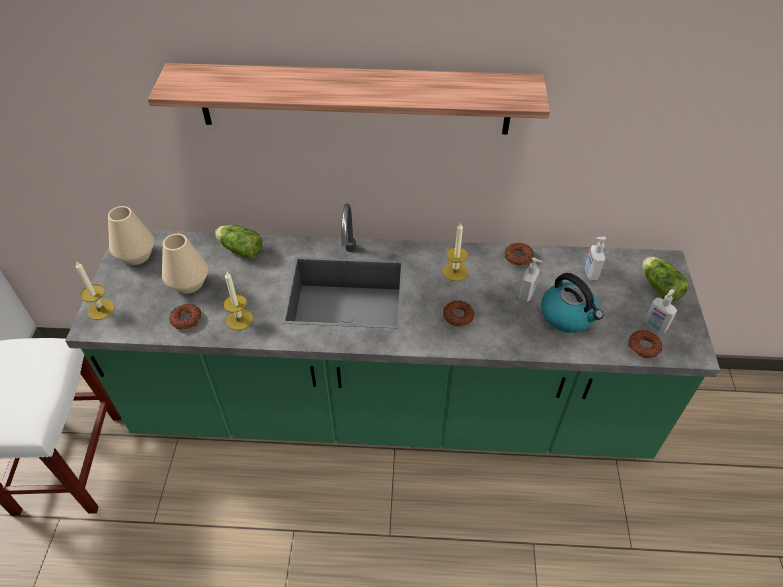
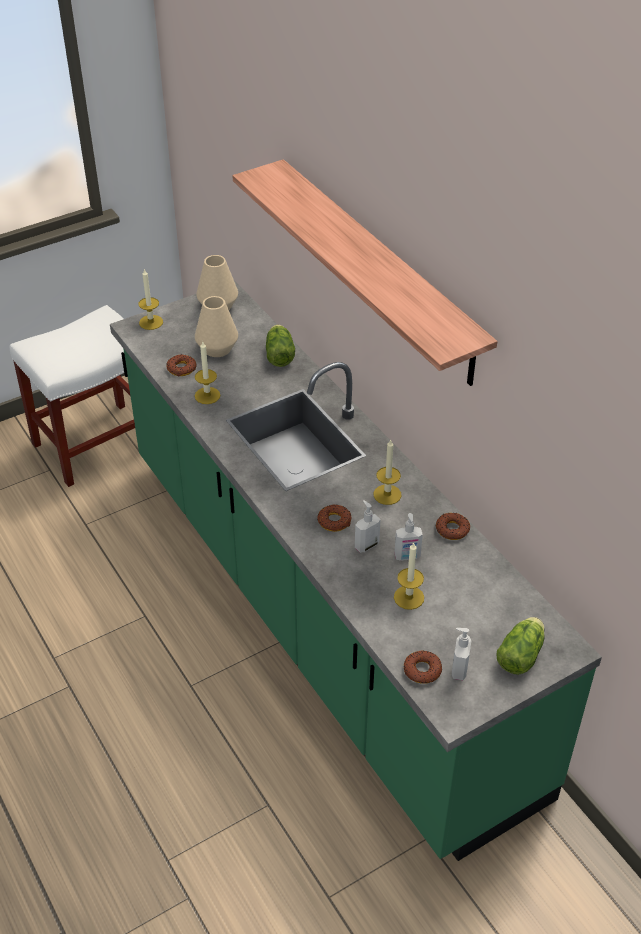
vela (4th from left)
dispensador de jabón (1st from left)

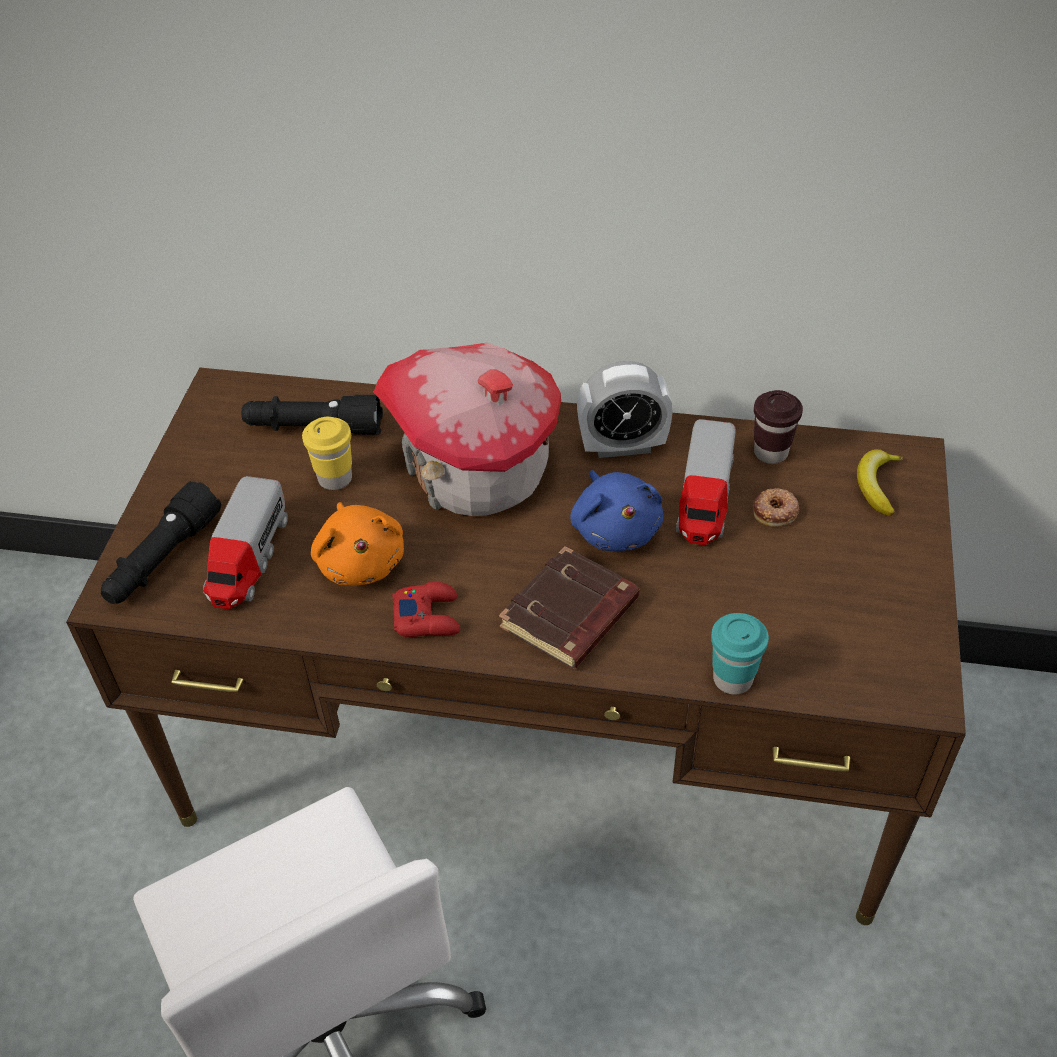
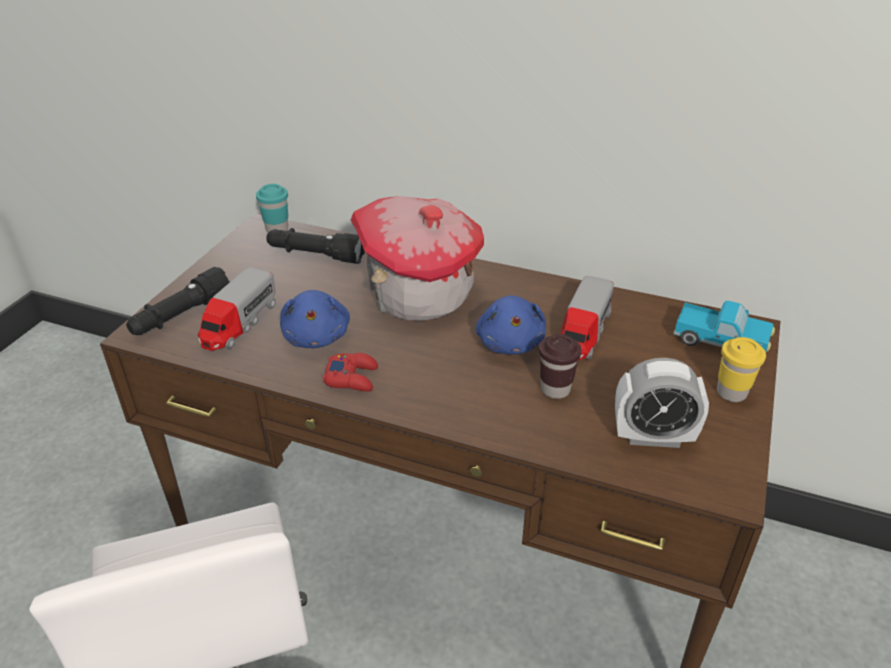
taza [amarillo]
peluche [azul] (1st from left)
libro [marrón]
despertador
taza [turquesa]
rosquilla
taza [marrón]
camión de juguete (3rd from left)

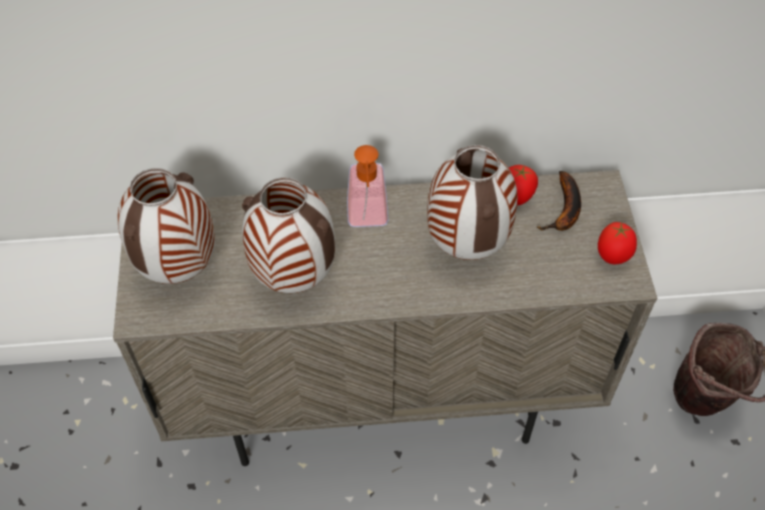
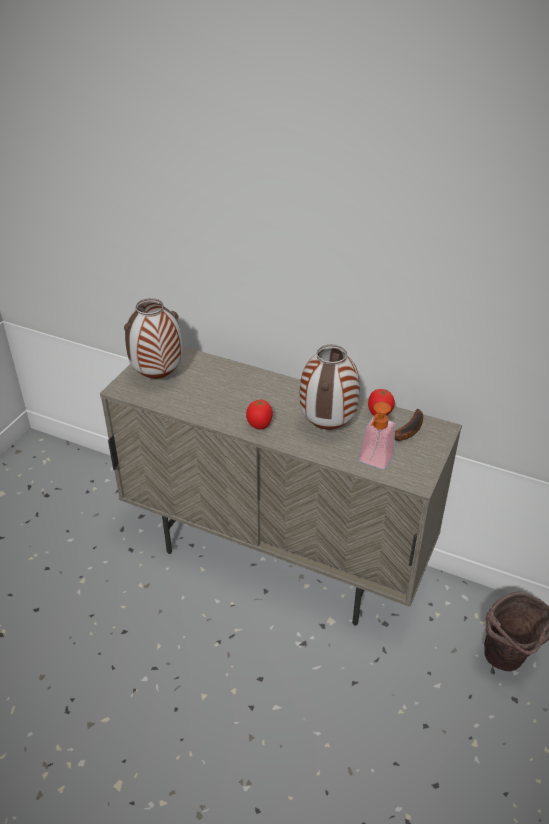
florero (2nd from left in the first image)
dispensador de jabón
tomate (1st from left)

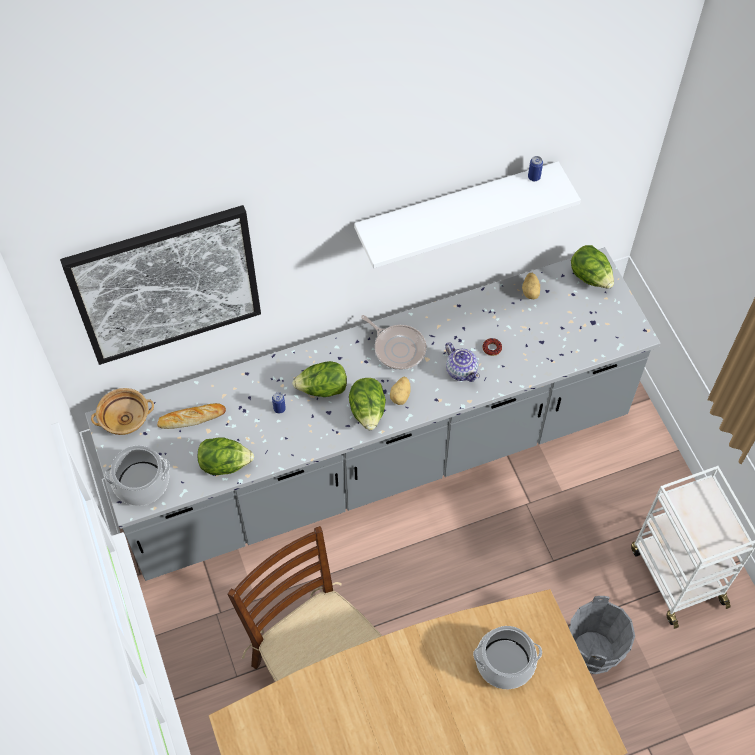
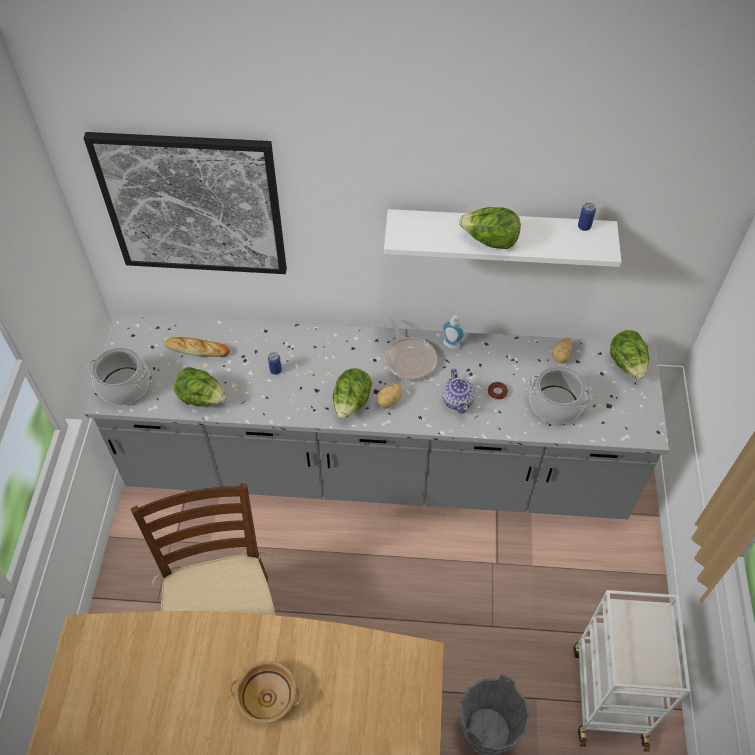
cuenco [beis]
lechuga (3rd from left)
olla (2nd from left)
dispensador de jabón

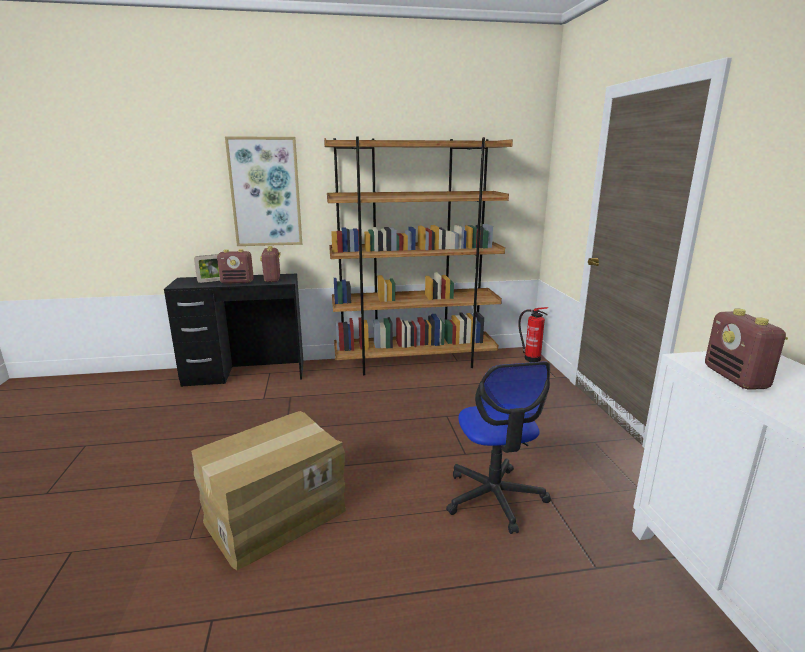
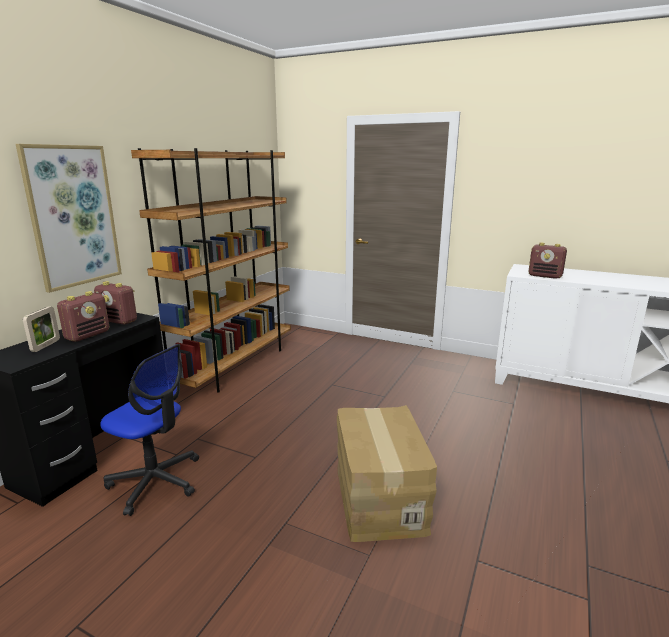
silla de oficina
extintor

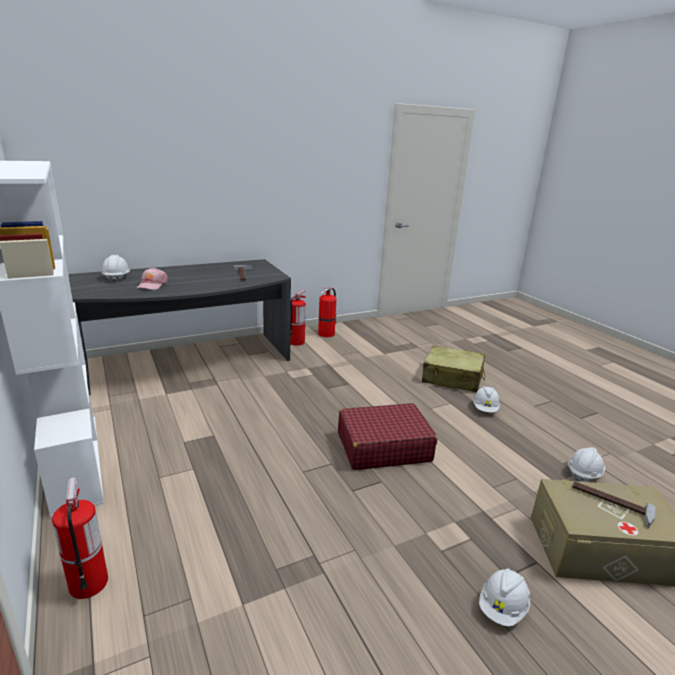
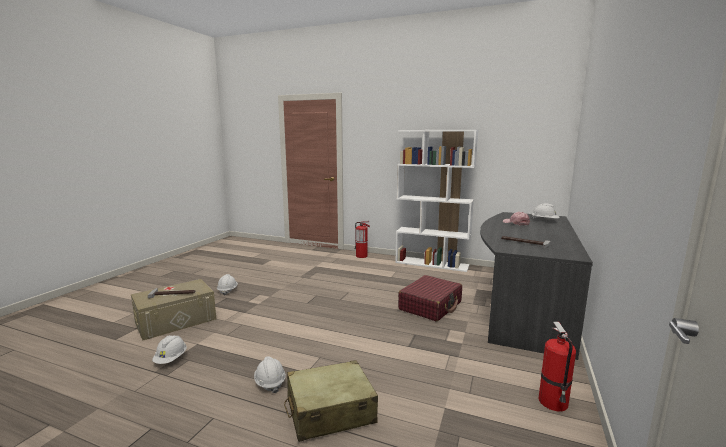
extintor (2nd from left in the first image)
maleta [rojo]

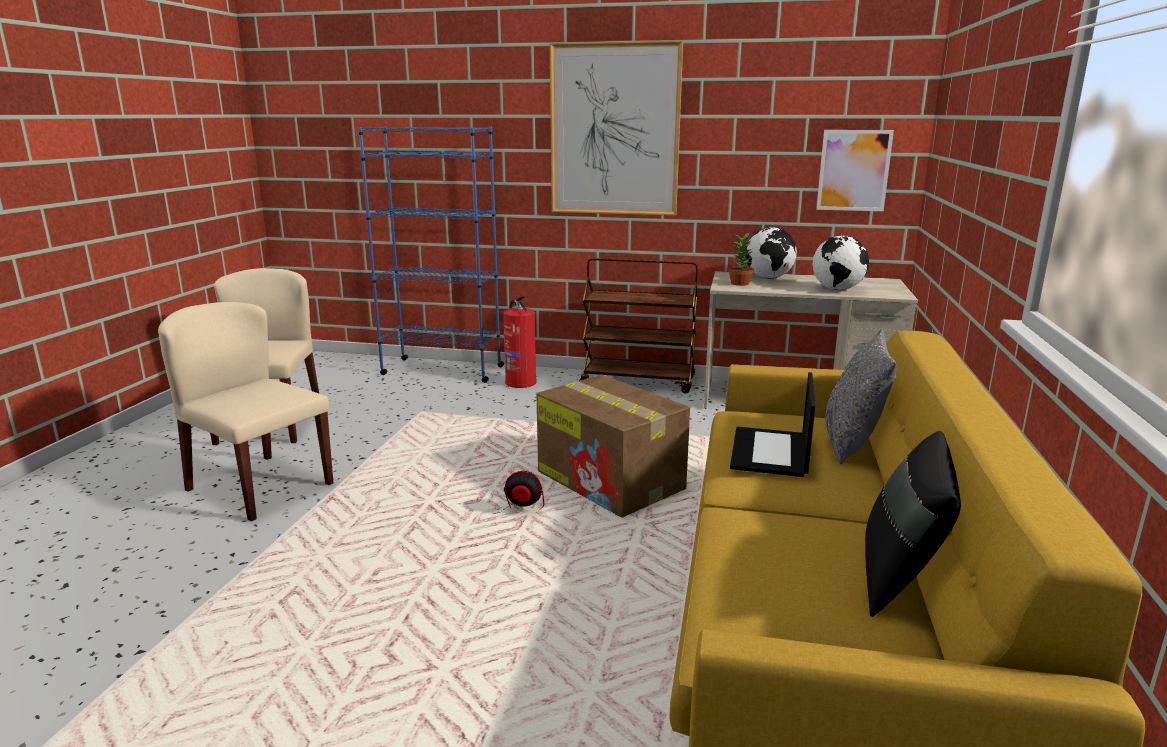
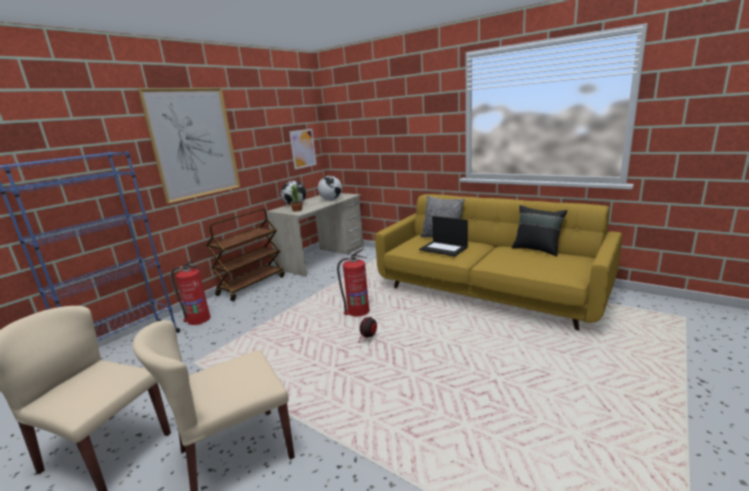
extintor (2nd from left)

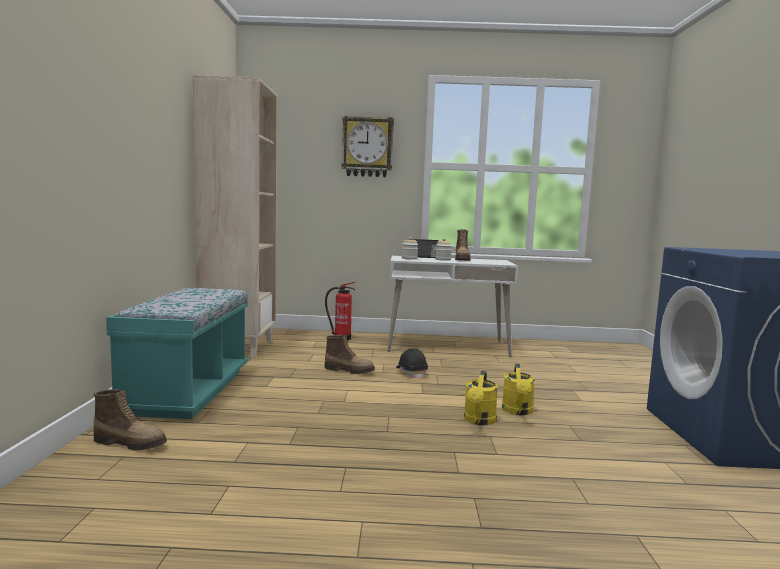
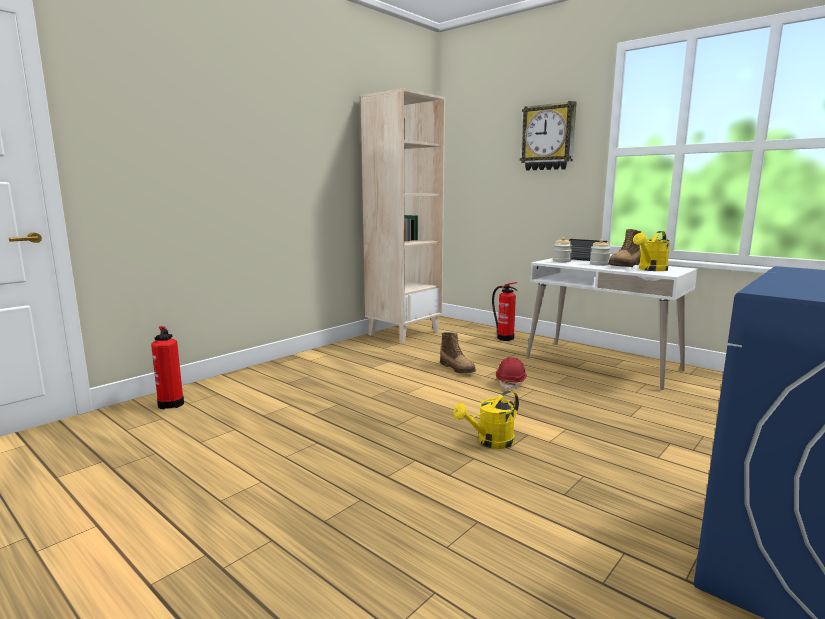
bota (1st from left in the first image)
banco [turquesa]
casco [rojo]
regadera [amarillo] (2nd from left)
extintor (1st from left)

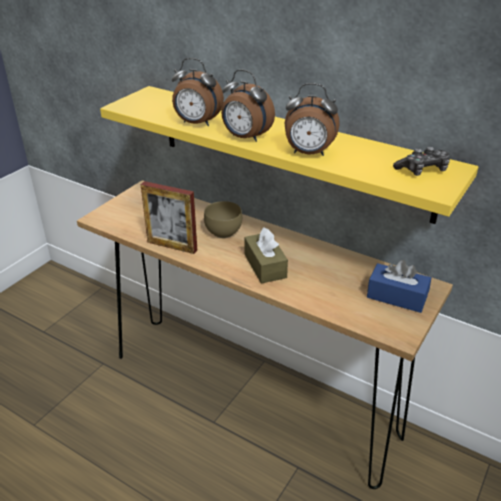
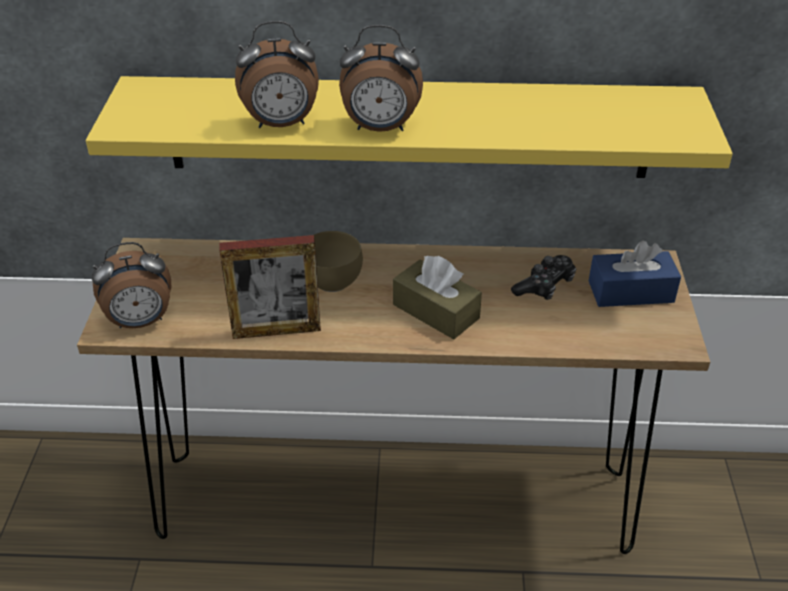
despertador (1st from left)
mando de consola

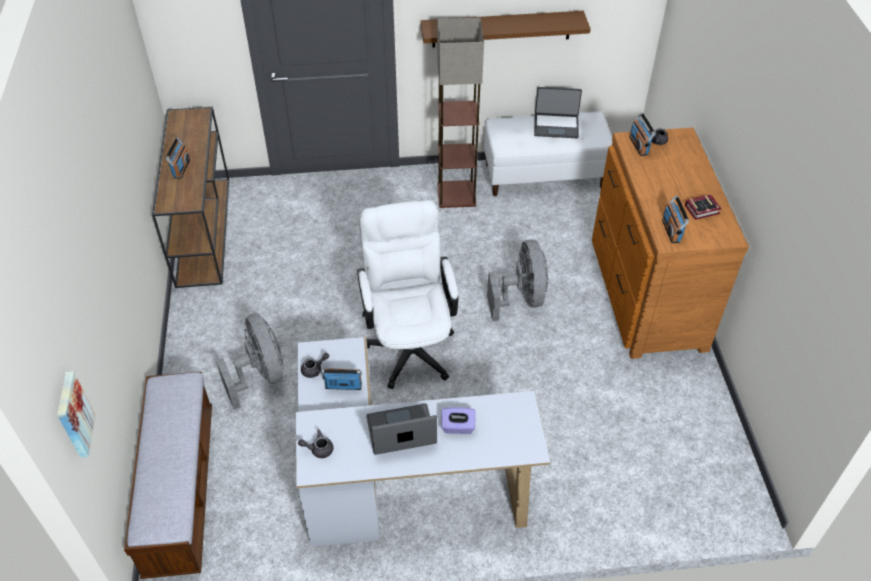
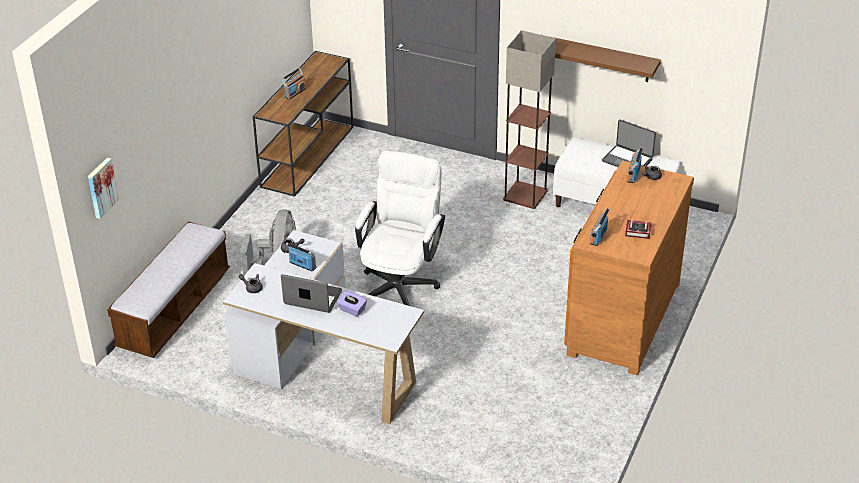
ventilador [gris] (2nd from left in the first image)

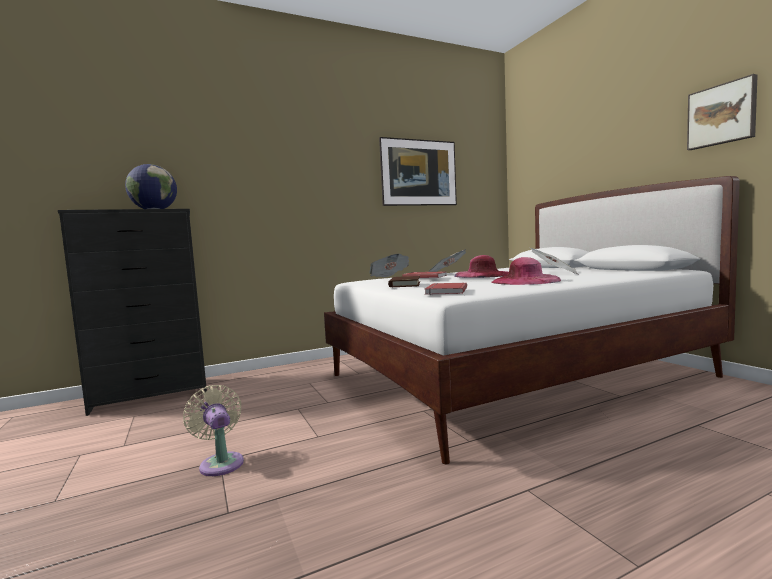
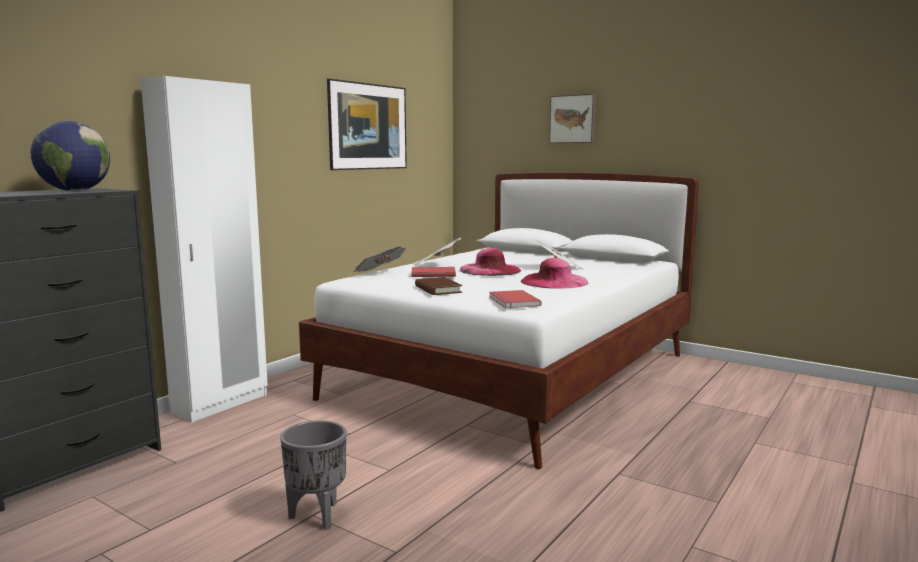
maceta [gris]
cuadro (2nd from left)
armario ropero [blanco]

